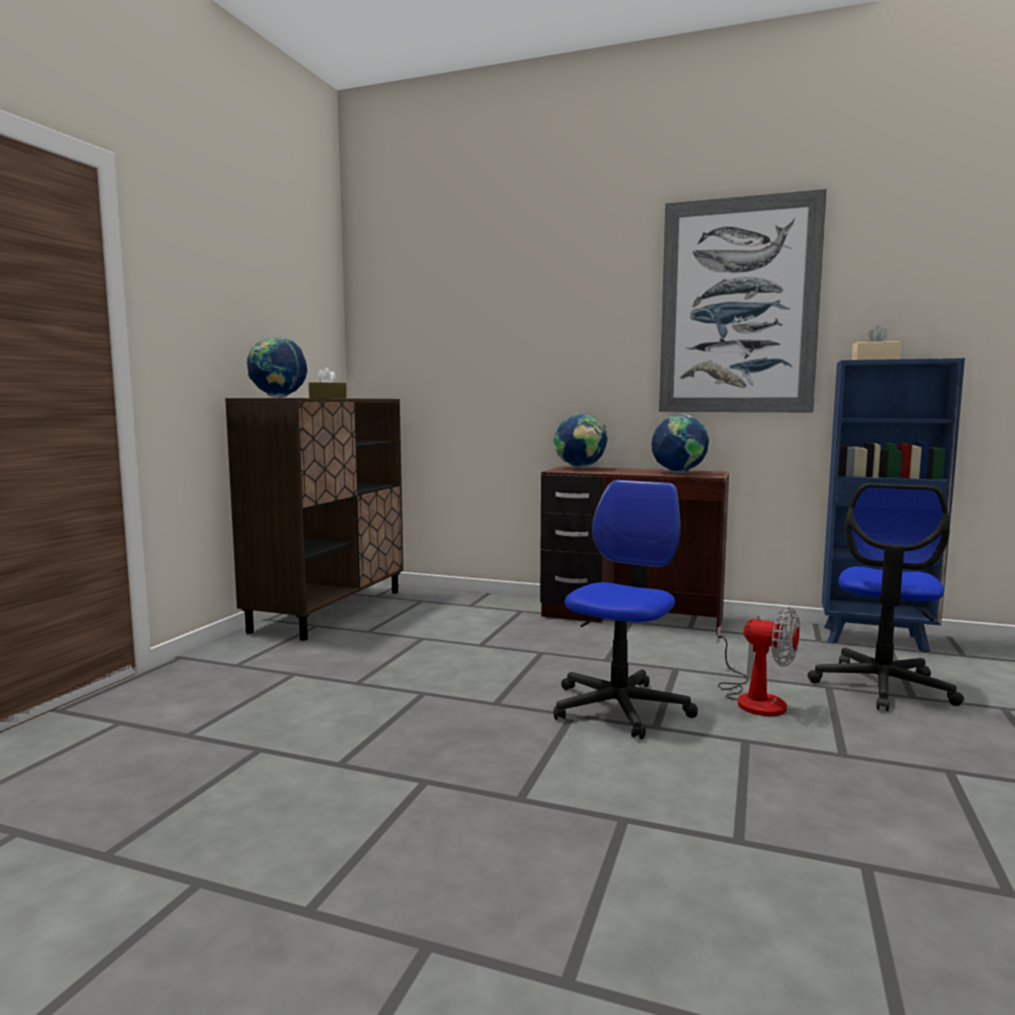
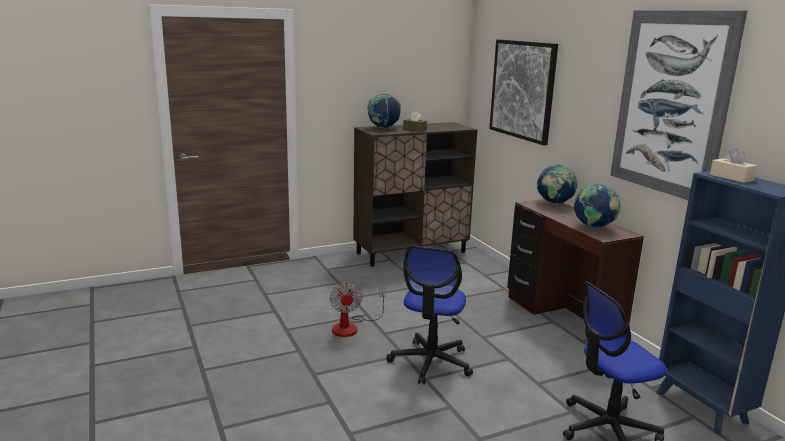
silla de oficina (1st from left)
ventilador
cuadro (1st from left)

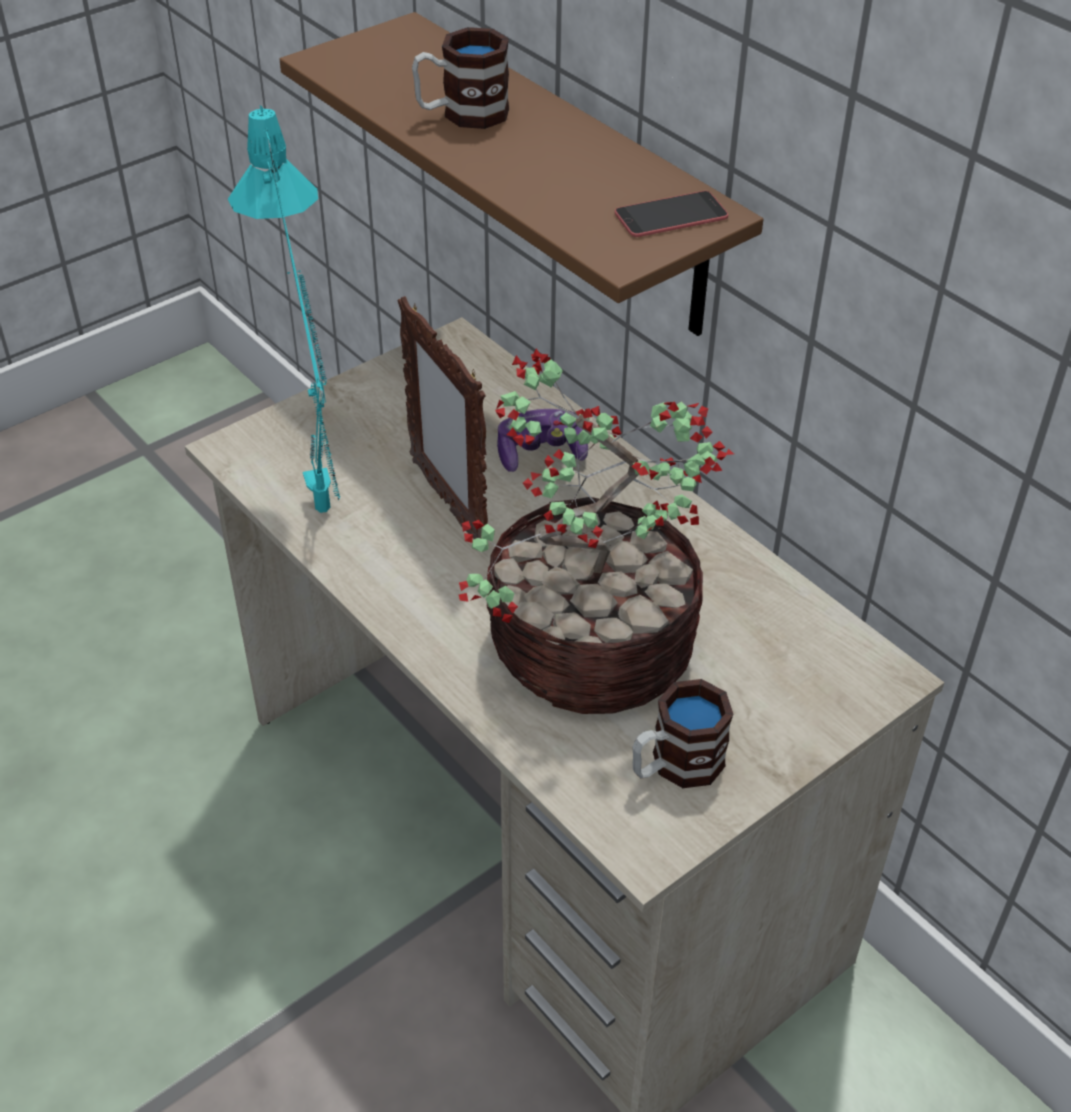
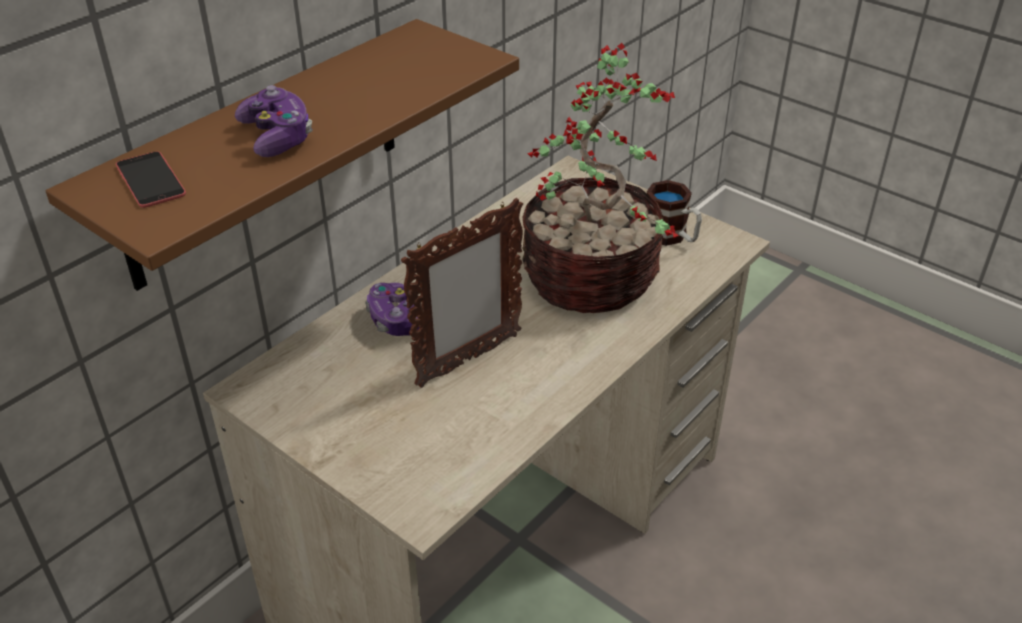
lámpara de mesa [turquesa]
mando de consola (1st from left)
móvil

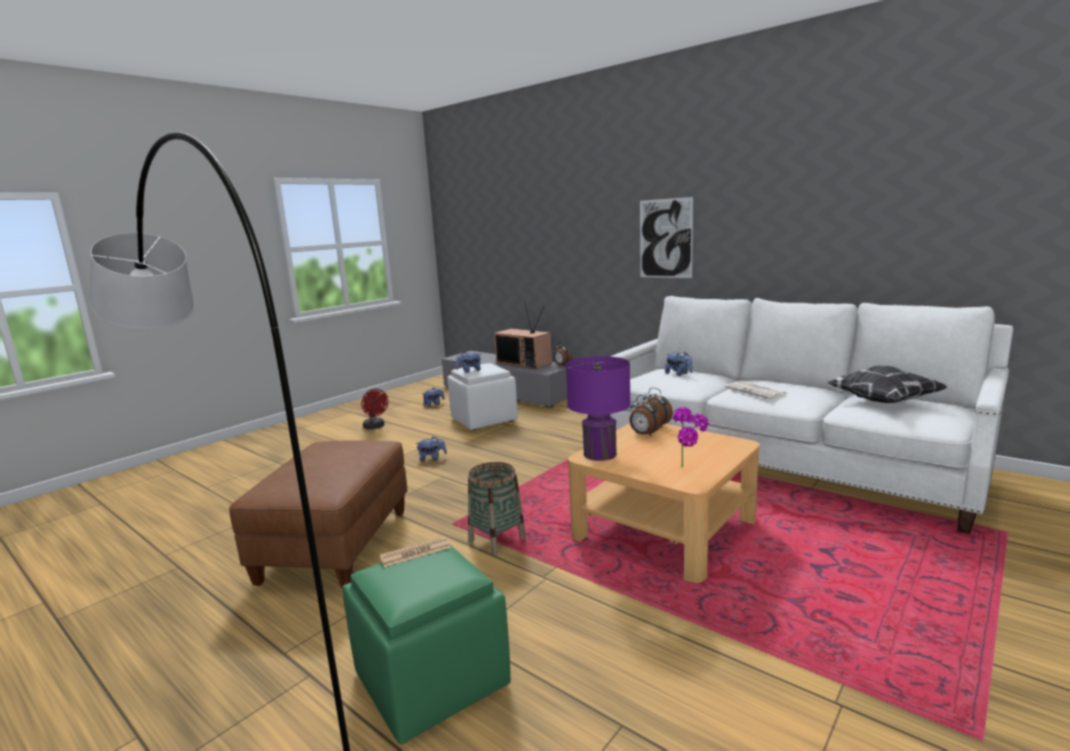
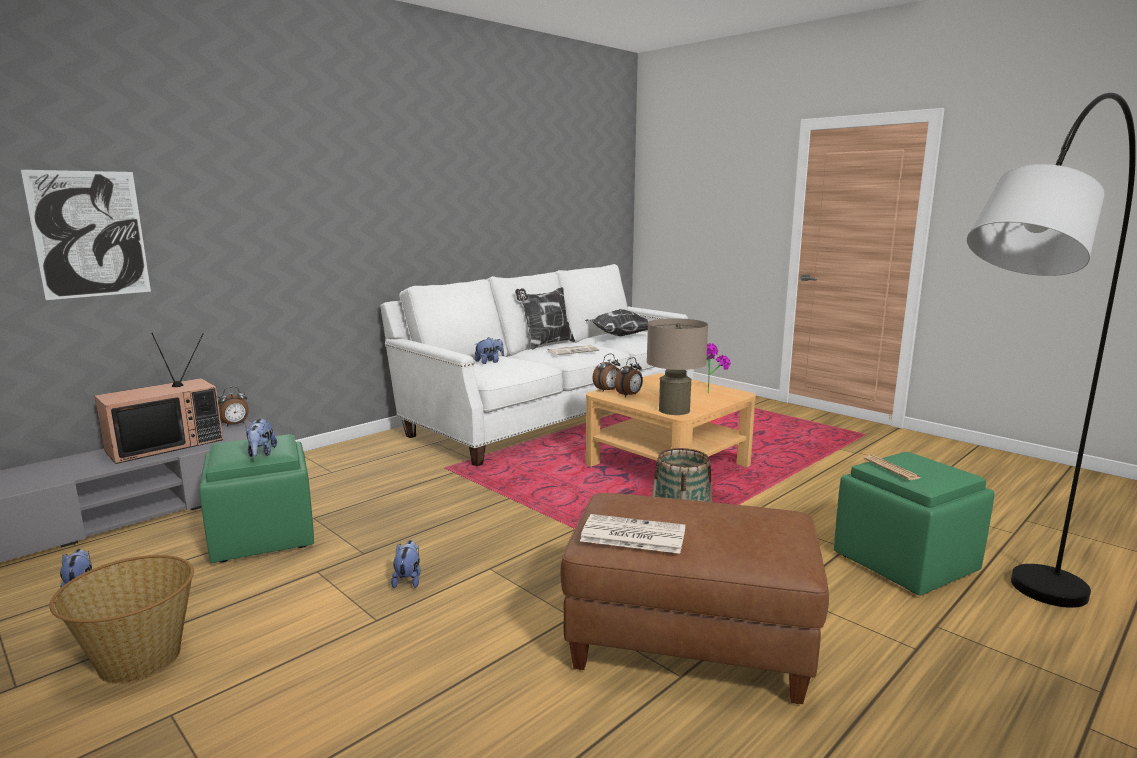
cesta (1st from left)
puf [verde] (1st from left)
lámpara de mesa [beis]
cuadro
cojín (1st from left)
periódico (2nd from left)

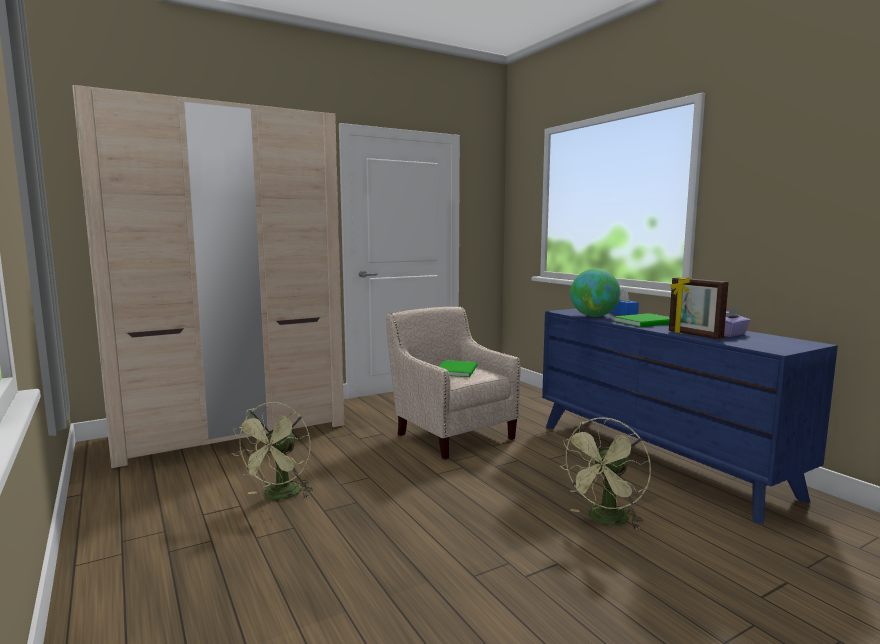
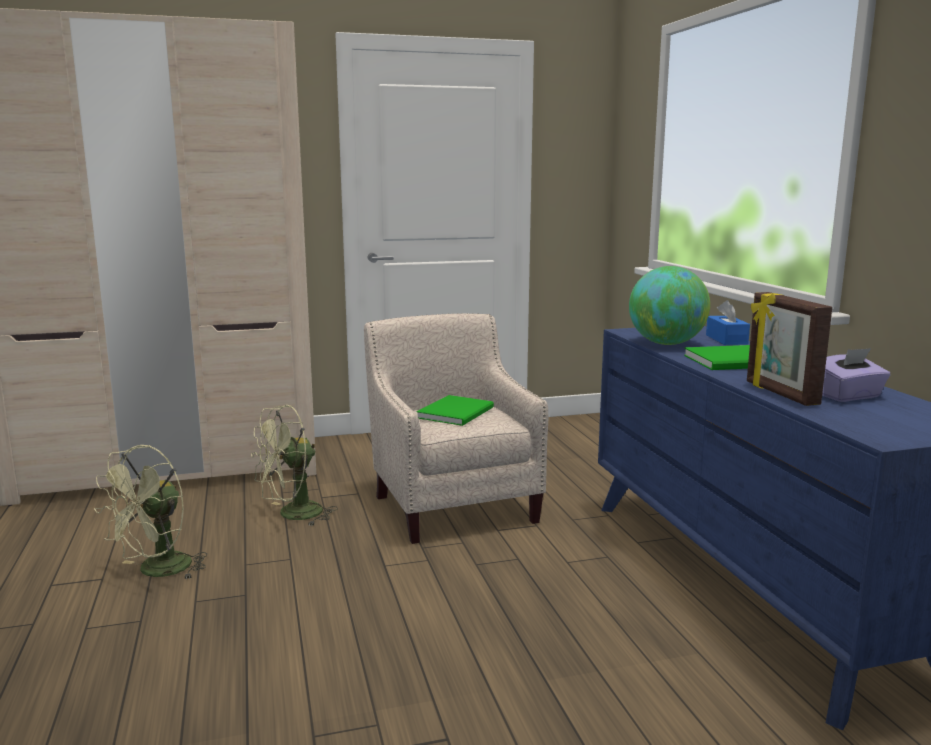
ventilador [verde] (2nd from left)

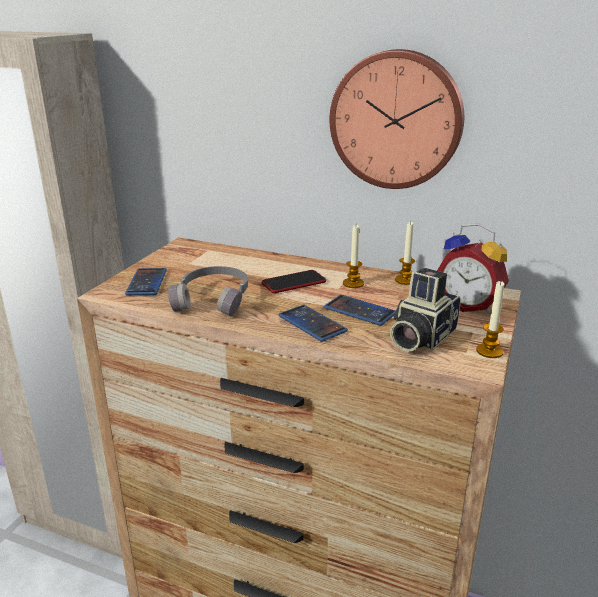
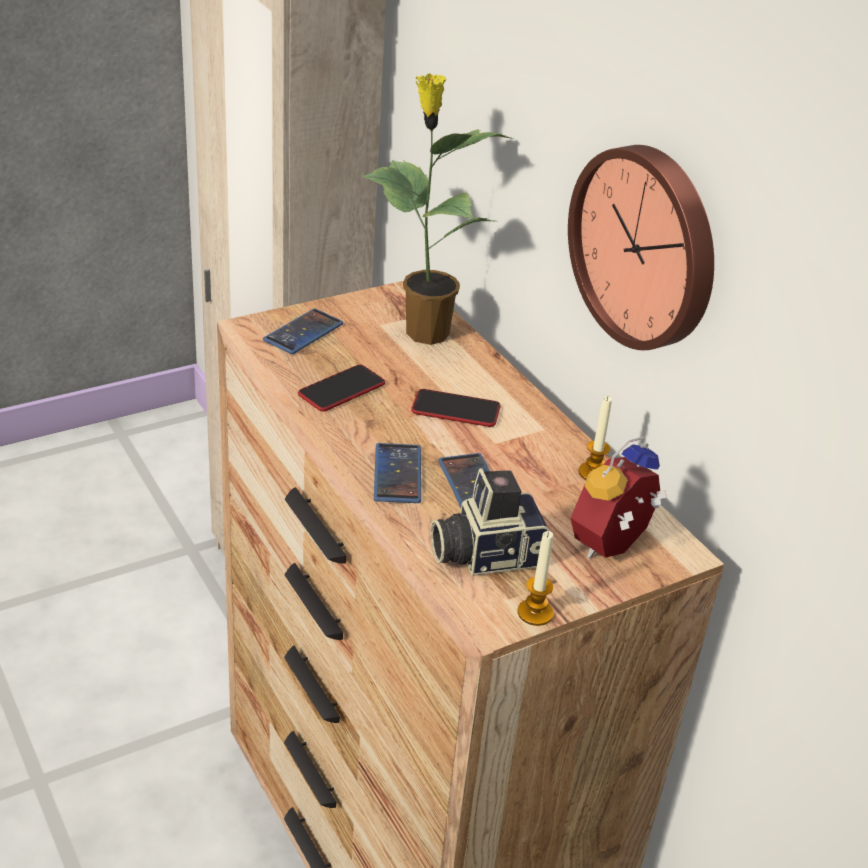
móvil (2nd from left)
vela (1st from left in the first image)
despertador
planta en maceta

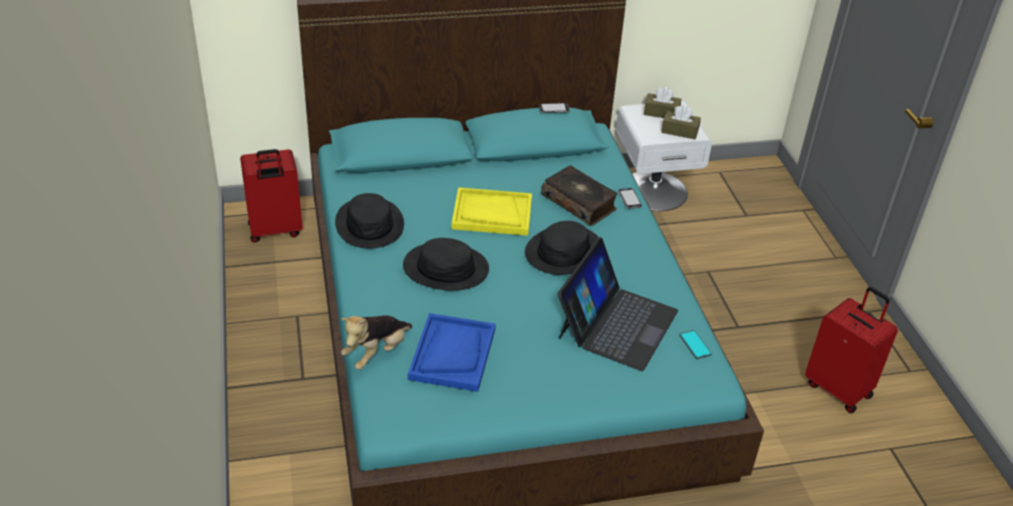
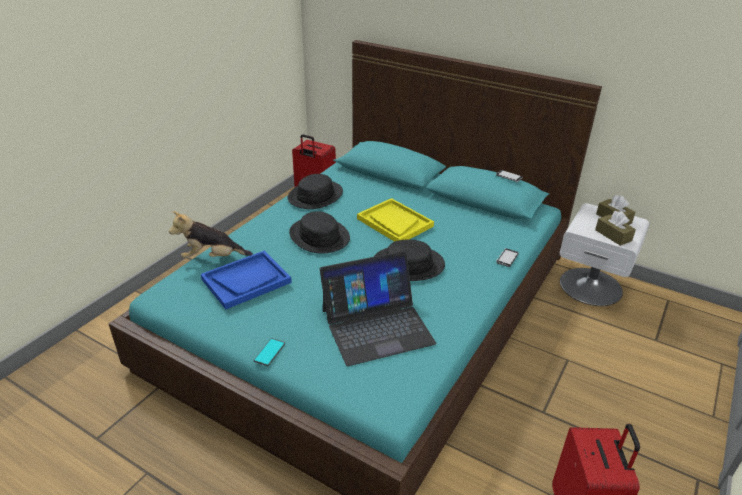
libro
móvil (1st from left)

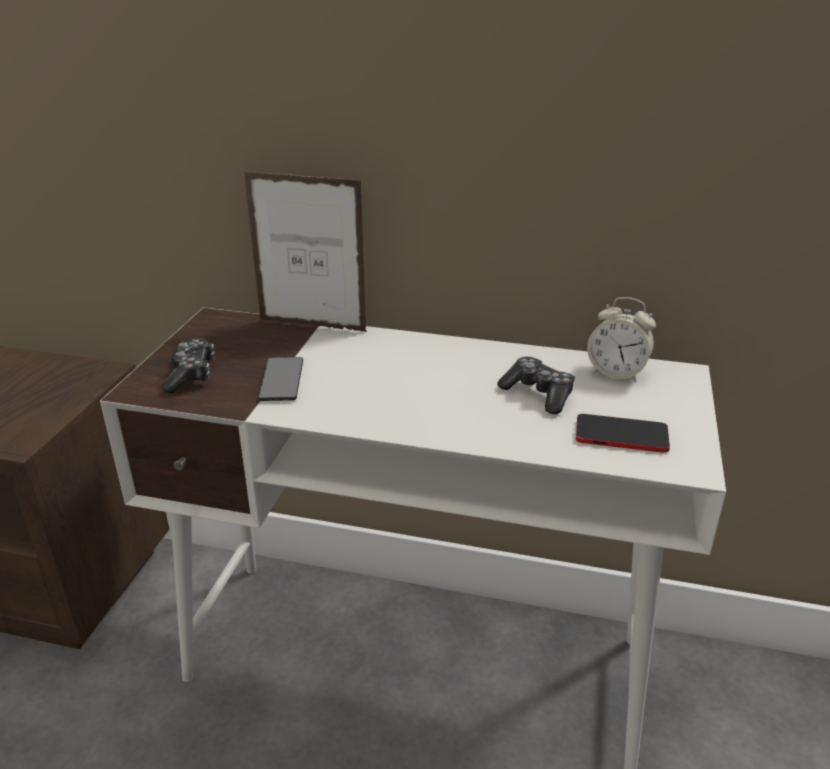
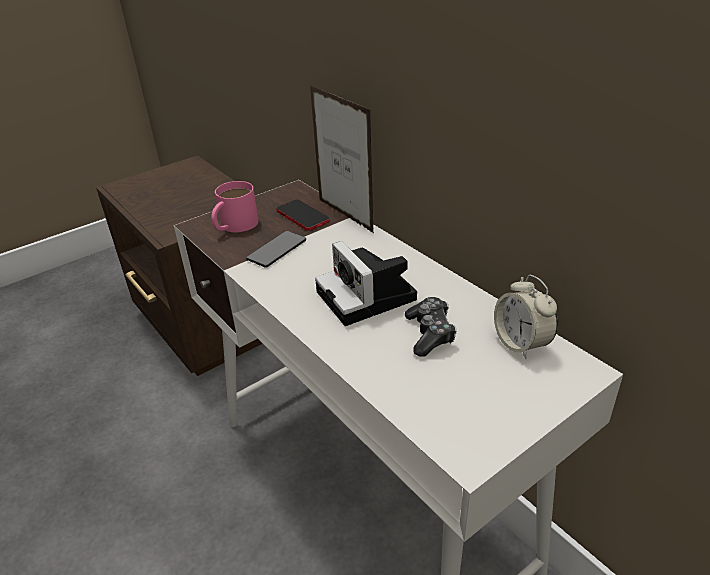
taza grande [rosa]
móvil (2nd from left)
cámara

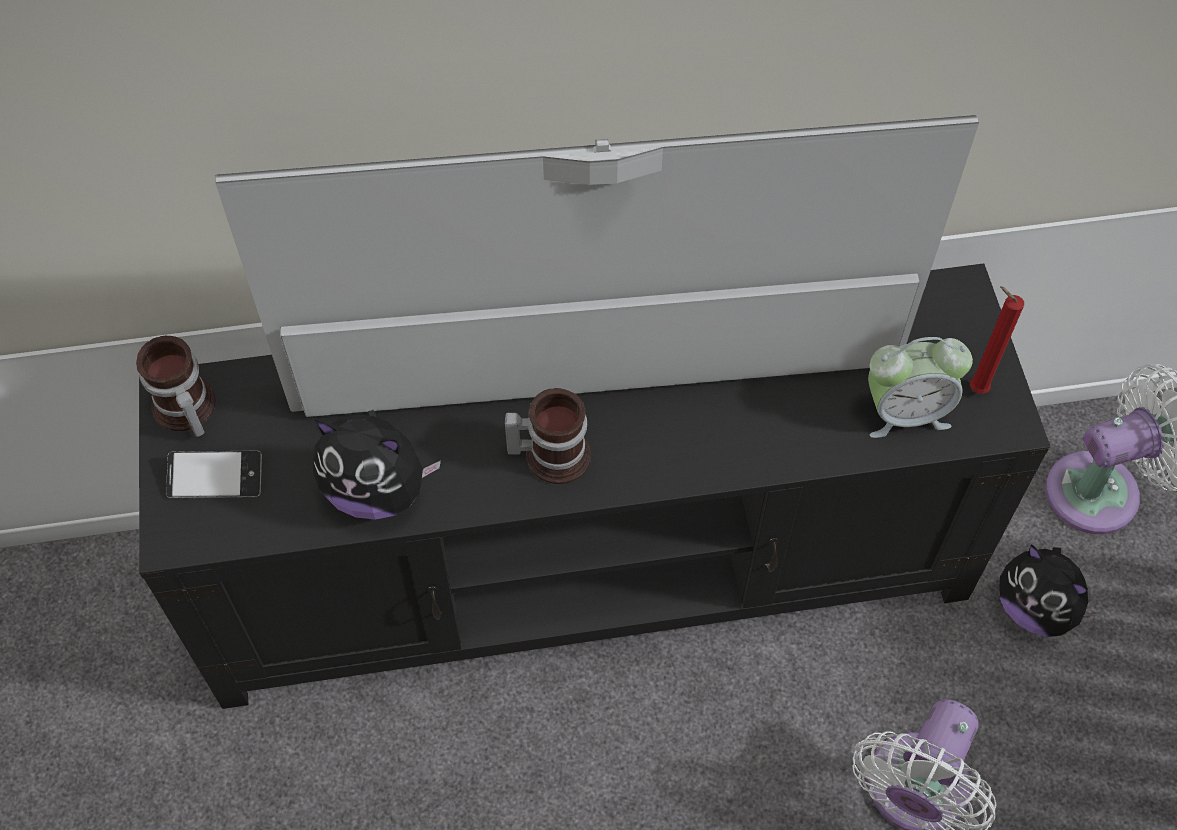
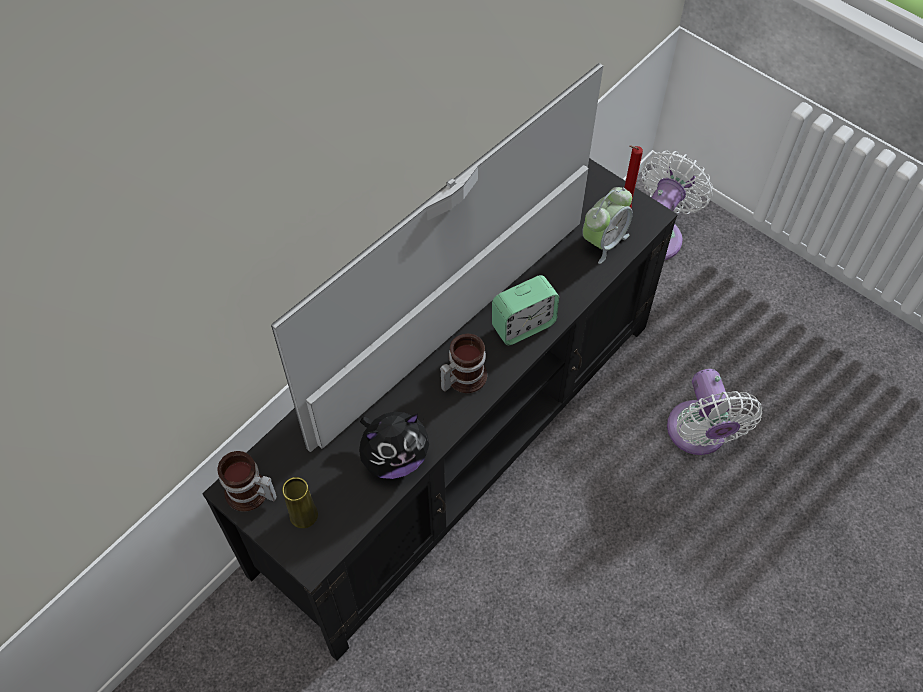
florero [amarillo]
peluche (2nd from left in the first image)
despertador (1st from left)

